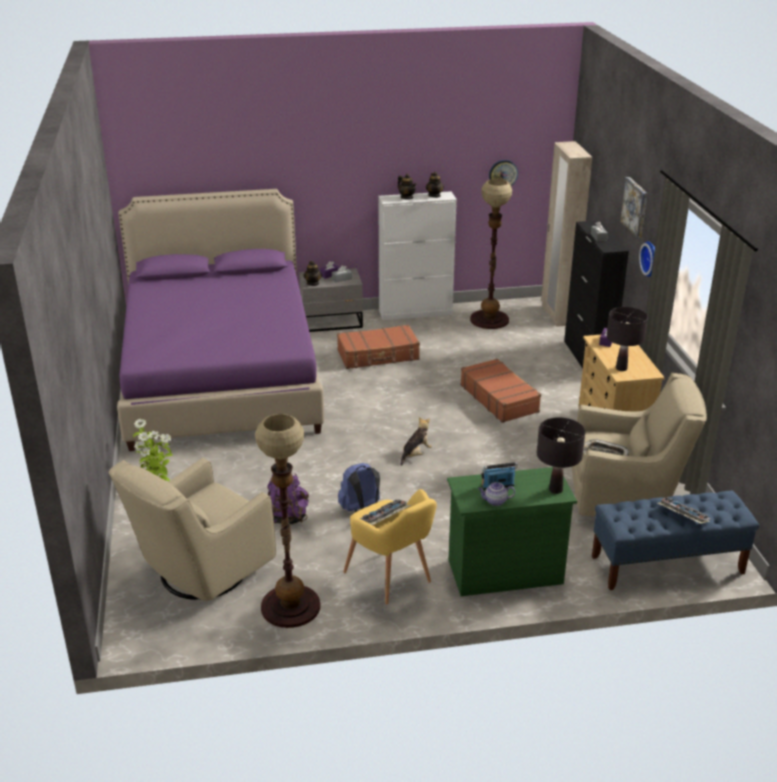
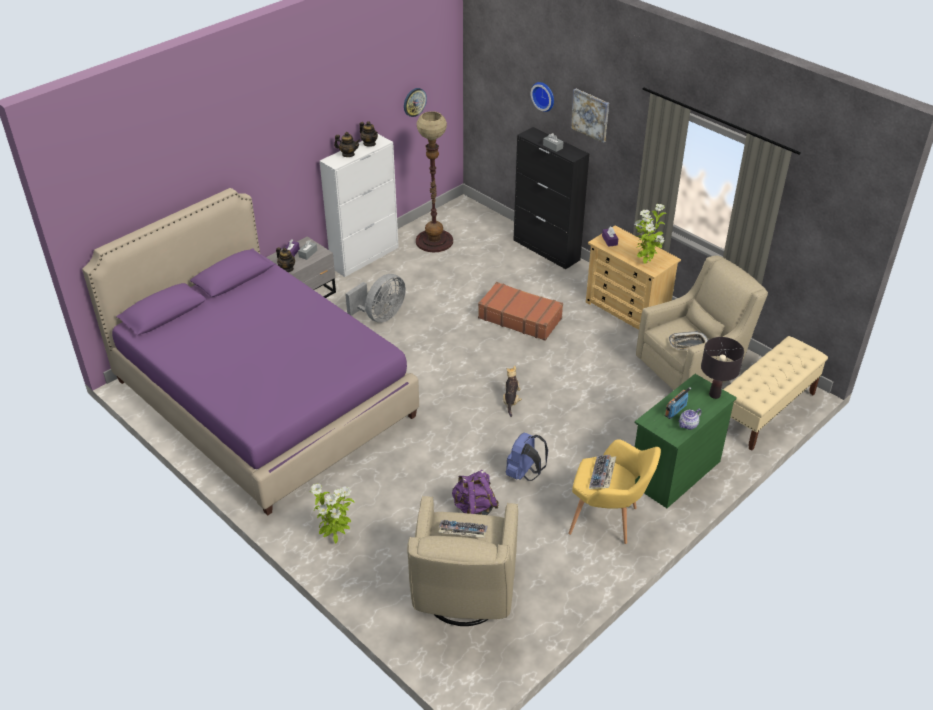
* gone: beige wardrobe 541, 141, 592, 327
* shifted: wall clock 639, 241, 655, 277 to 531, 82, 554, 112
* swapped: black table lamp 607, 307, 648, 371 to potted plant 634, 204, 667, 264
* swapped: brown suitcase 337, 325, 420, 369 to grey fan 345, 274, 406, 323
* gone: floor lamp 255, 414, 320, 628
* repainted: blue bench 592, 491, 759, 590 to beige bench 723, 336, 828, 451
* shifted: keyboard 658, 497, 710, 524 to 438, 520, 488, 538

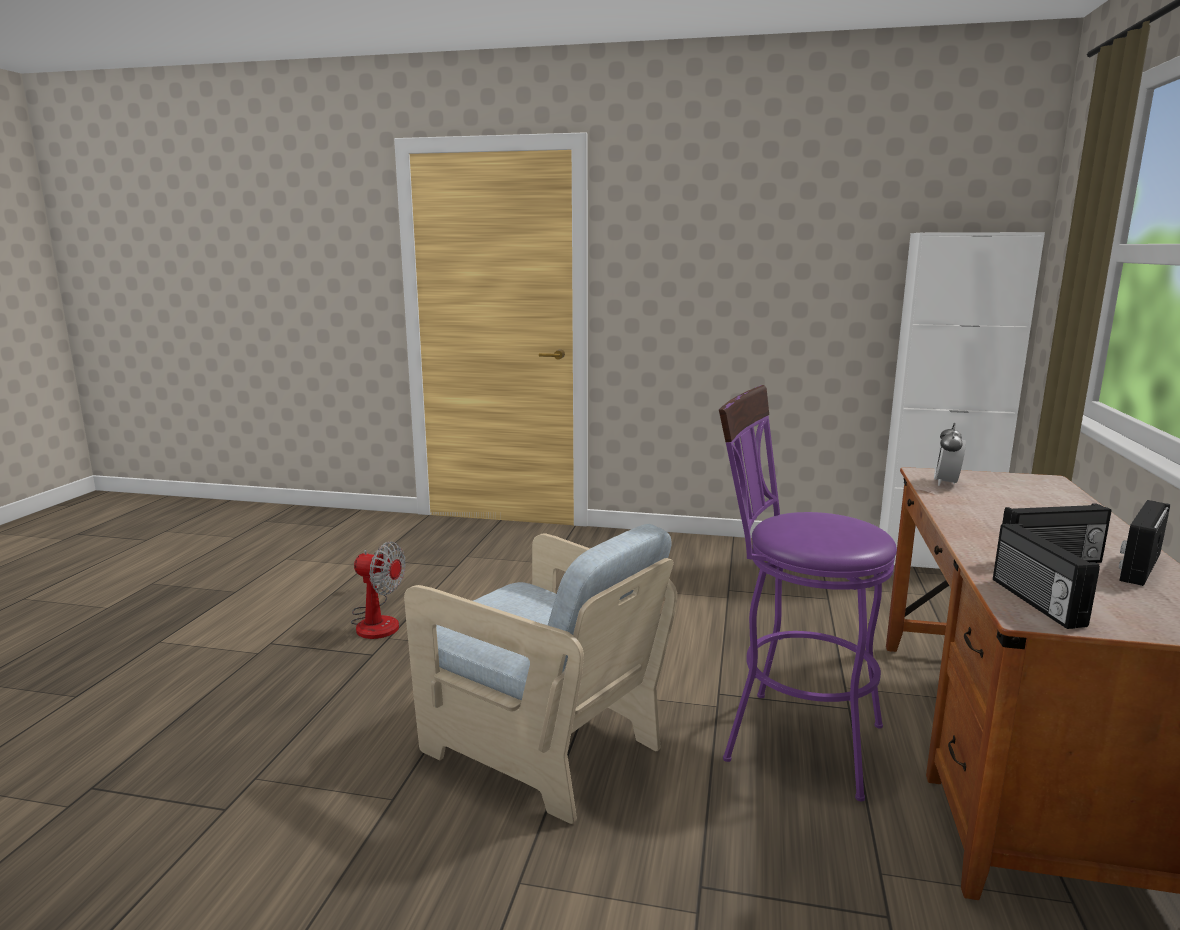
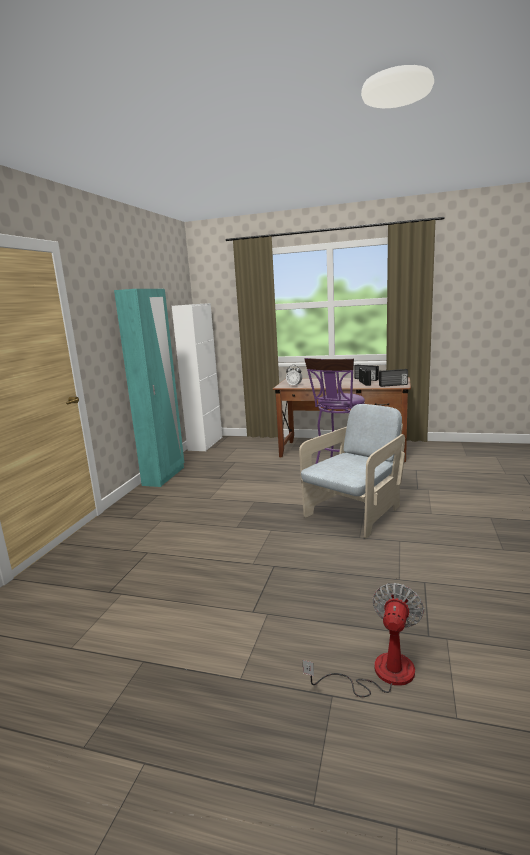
* shifted: fan 351, 542, 406, 639 to 303, 583, 424, 697
* new: turquoise wardrobe 114, 289, 184, 487

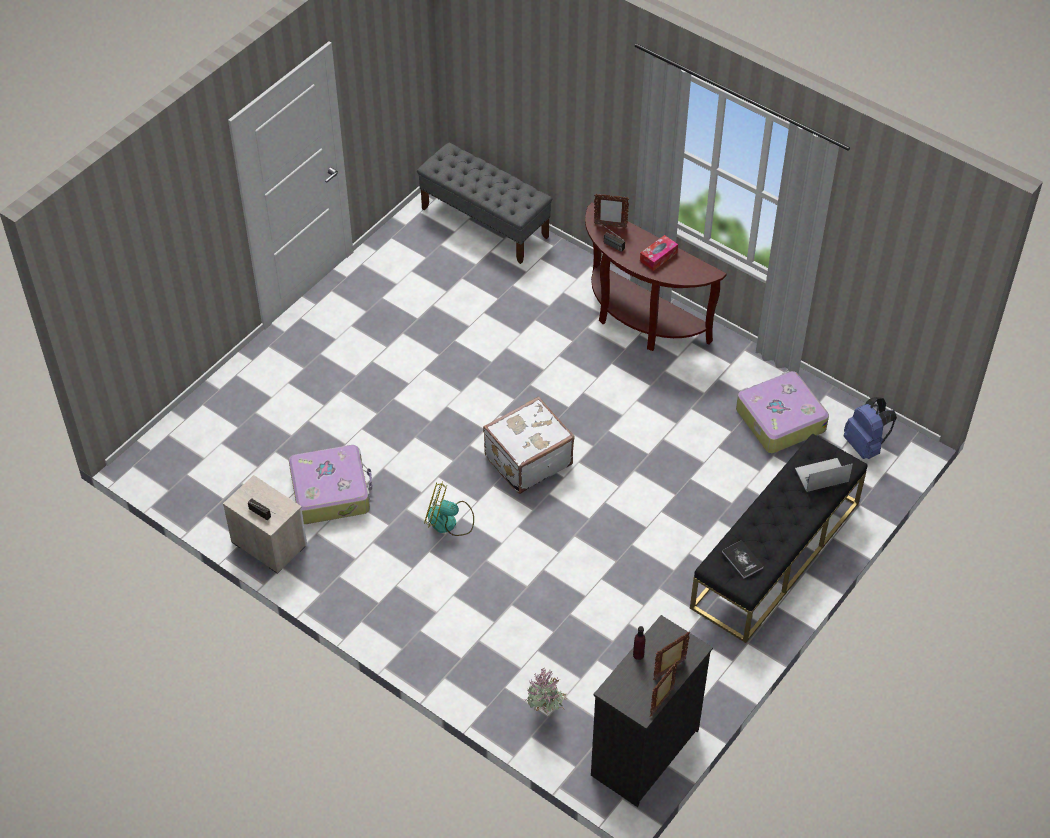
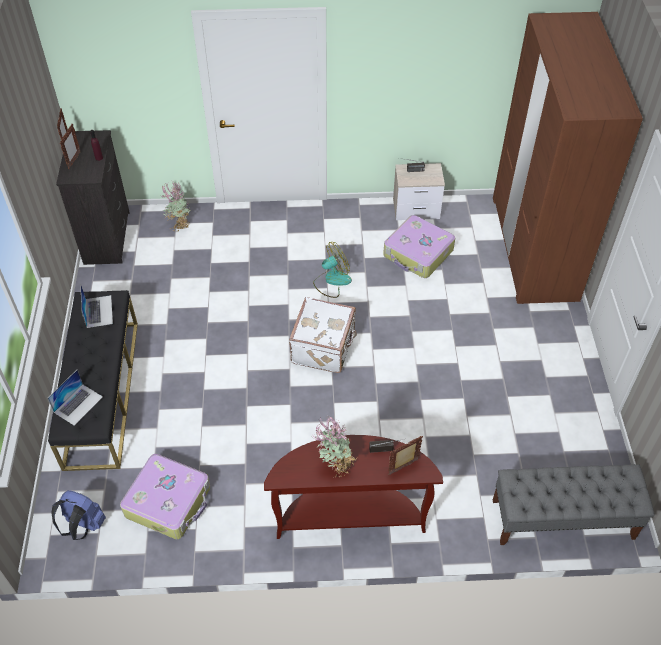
* swapped: tissue box 640, 235, 678, 271 to potted plant 313, 415, 357, 477
* swapped: book 722, 540, 764, 579 to laptop 81, 286, 113, 328
* new: brown wardrobe 493, 12, 643, 304

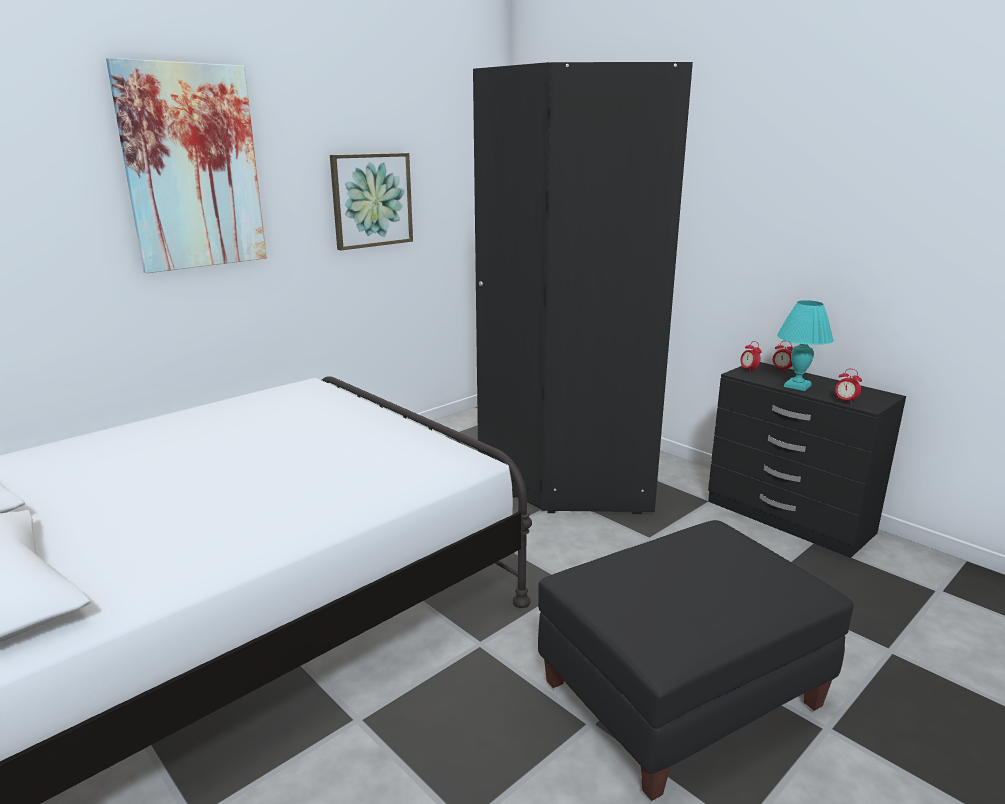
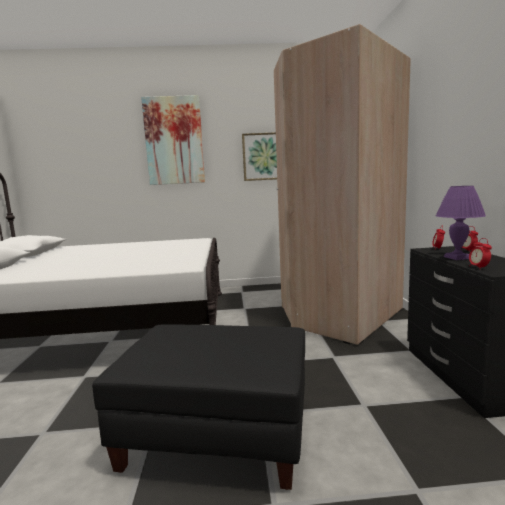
* repainted: black wardrobe 473, 62, 693, 514 to beige wardrobe 274, 24, 411, 345
* repainted: turquoise table lamp 777, 300, 834, 391 to purple table lamp 436, 186, 486, 260

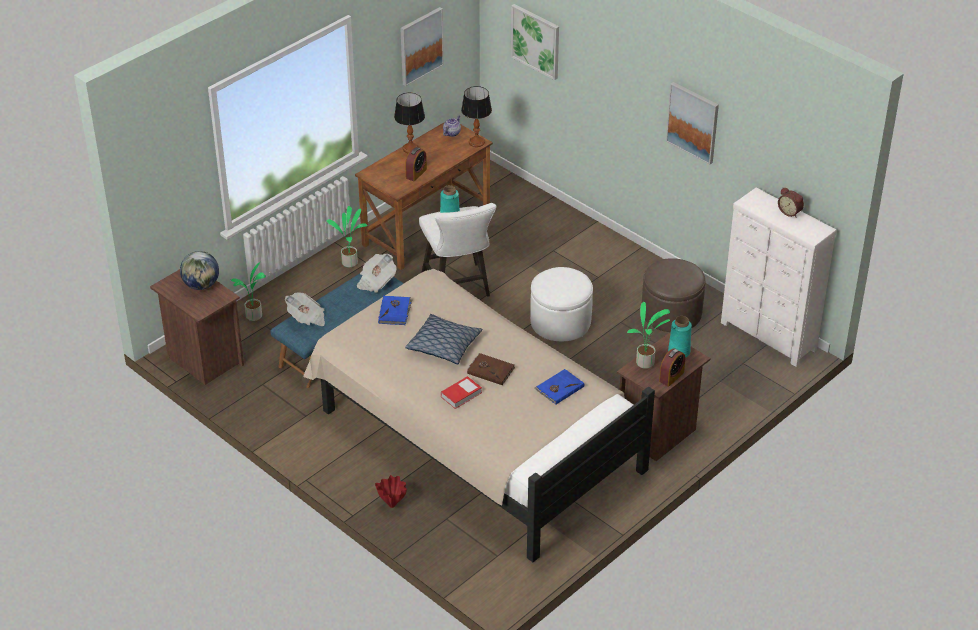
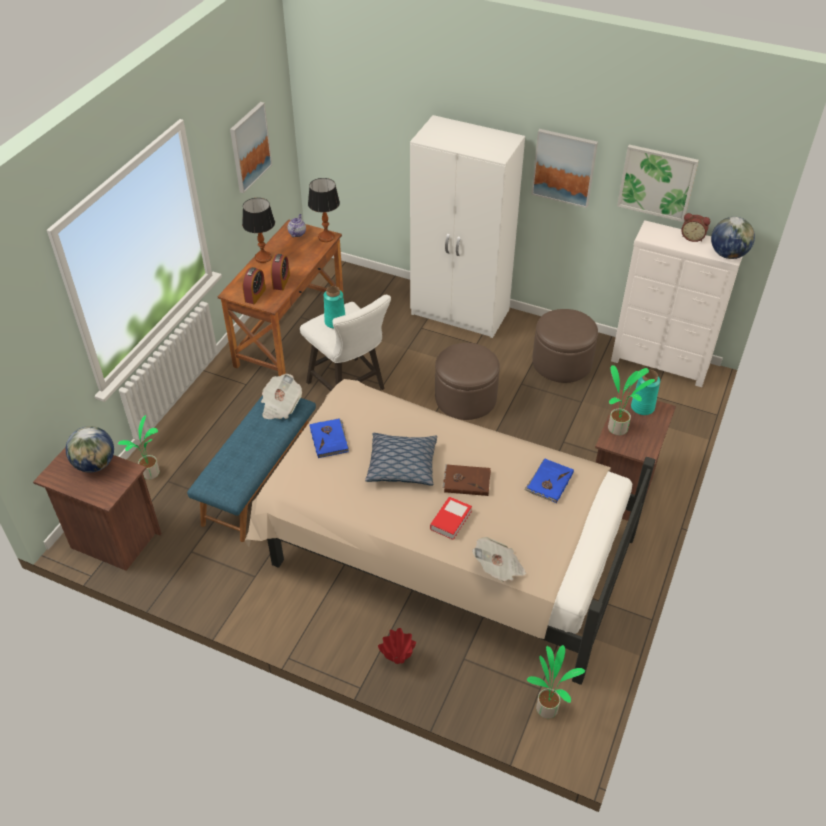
* shifted: picture 511, 4, 559, 80 to 617, 145, 699, 222
* shifted: potted plant 326, 206, 368, 267 to 527, 645, 585, 718
* repainted: white ottoman 530, 267, 593, 341 to brown ottoman 435, 343, 500, 420
* shifted: newspaper 285, 292, 325, 326 to 472, 537, 526, 582
* shifted: alarm clock 659, 348, 685, 387 to 242, 267, 266, 304
* new: white wardrobe 410, 115, 525, 338
* new: globe 711, 217, 755, 259

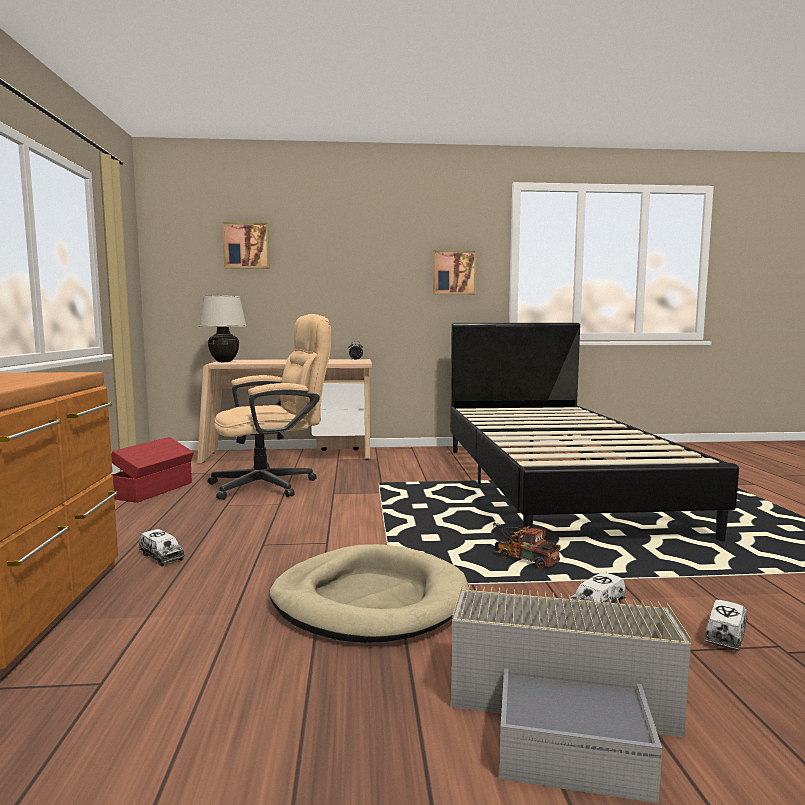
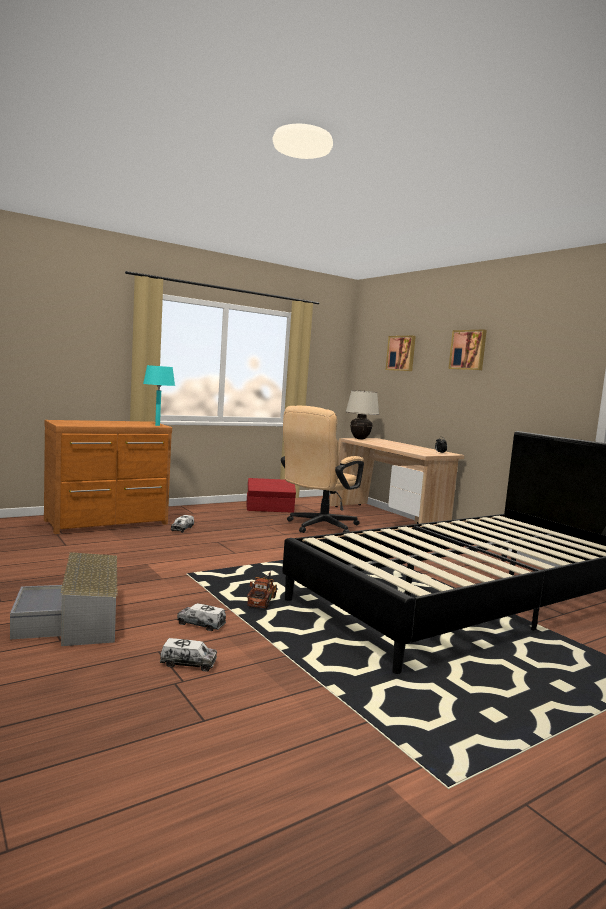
* shifted: picture 433, 250, 477, 295 to 449, 330, 487, 370
* rotated: beige office chair 208, 314, 331, 500 = 281, 406, 364, 533 90 degrees clockwise
* gone: beige dog bed 270, 544, 468, 643
* new: turquoise table lamp 143, 365, 175, 426

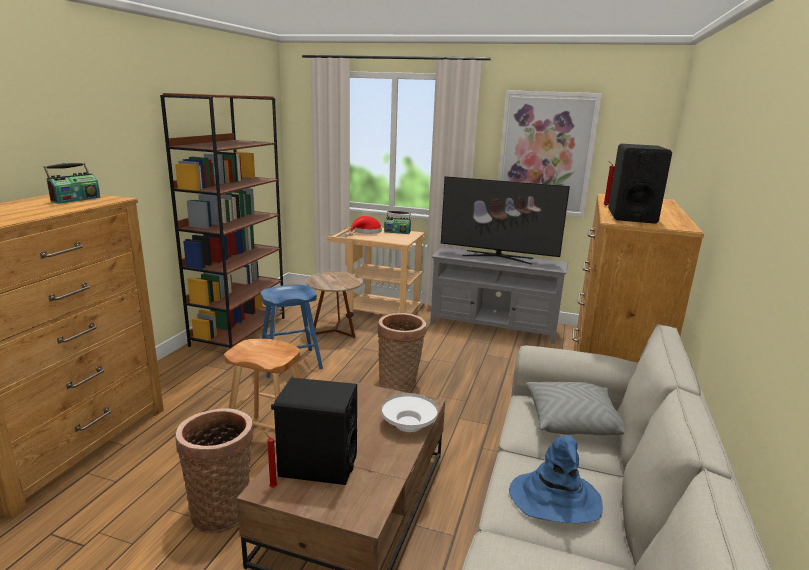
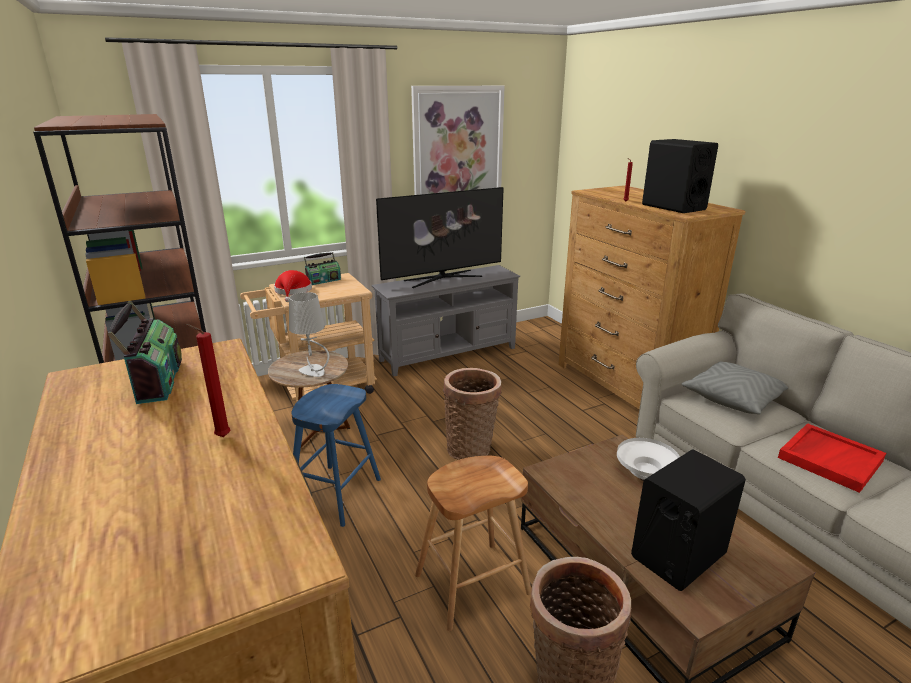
* shifted: red candle 265, 432, 277, 488 to 185, 324, 231, 437
* swapped: blue hat 509, 435, 603, 523 to red tray 778, 423, 886, 493
* new: grey table lamp 289, 292, 329, 377

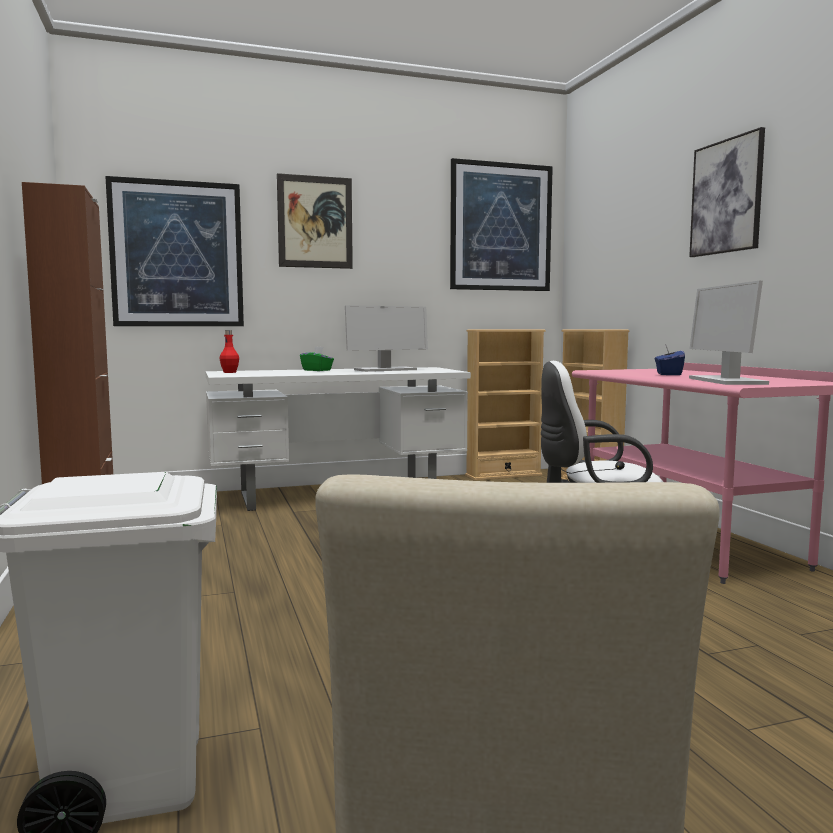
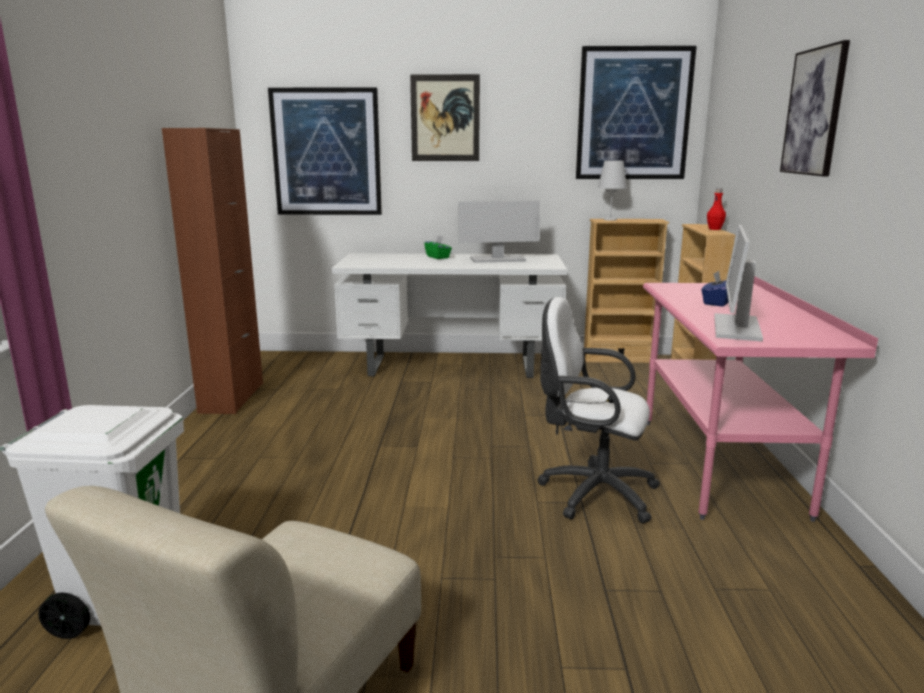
* shifted: red bottle 219, 330, 239, 373 to 707, 188, 726, 230
* new: white table lamp 598, 160, 627, 221

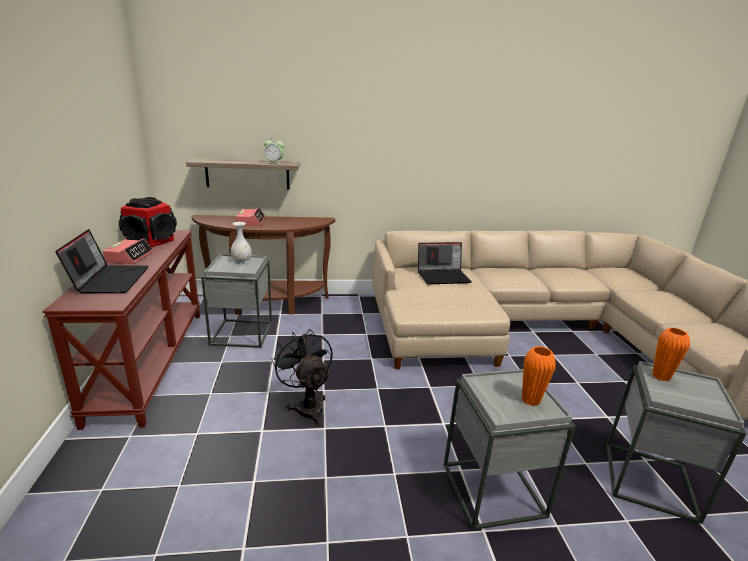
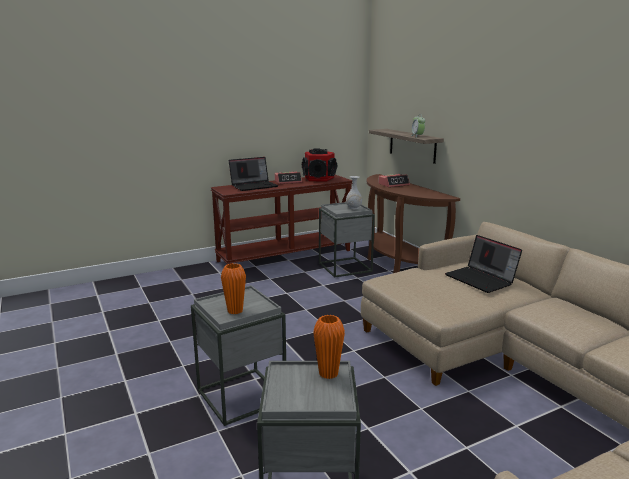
* gone: black fan 272, 329, 333, 426

